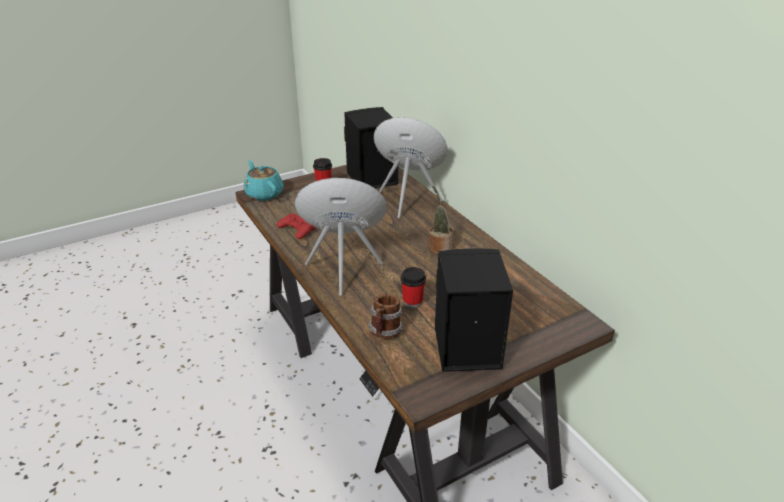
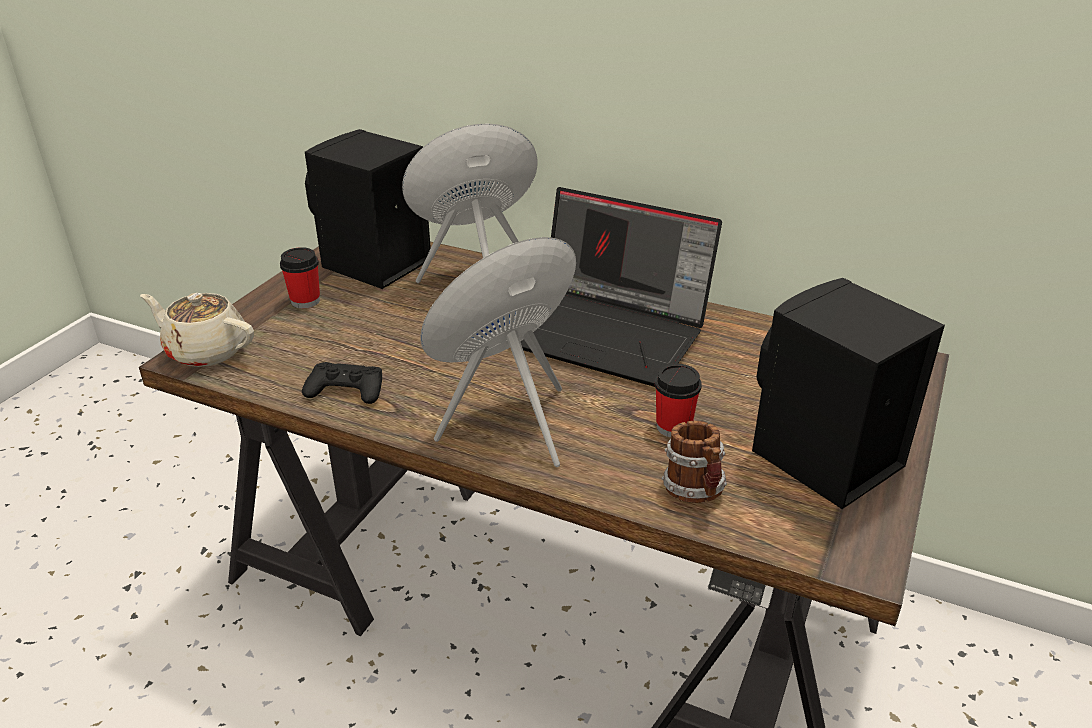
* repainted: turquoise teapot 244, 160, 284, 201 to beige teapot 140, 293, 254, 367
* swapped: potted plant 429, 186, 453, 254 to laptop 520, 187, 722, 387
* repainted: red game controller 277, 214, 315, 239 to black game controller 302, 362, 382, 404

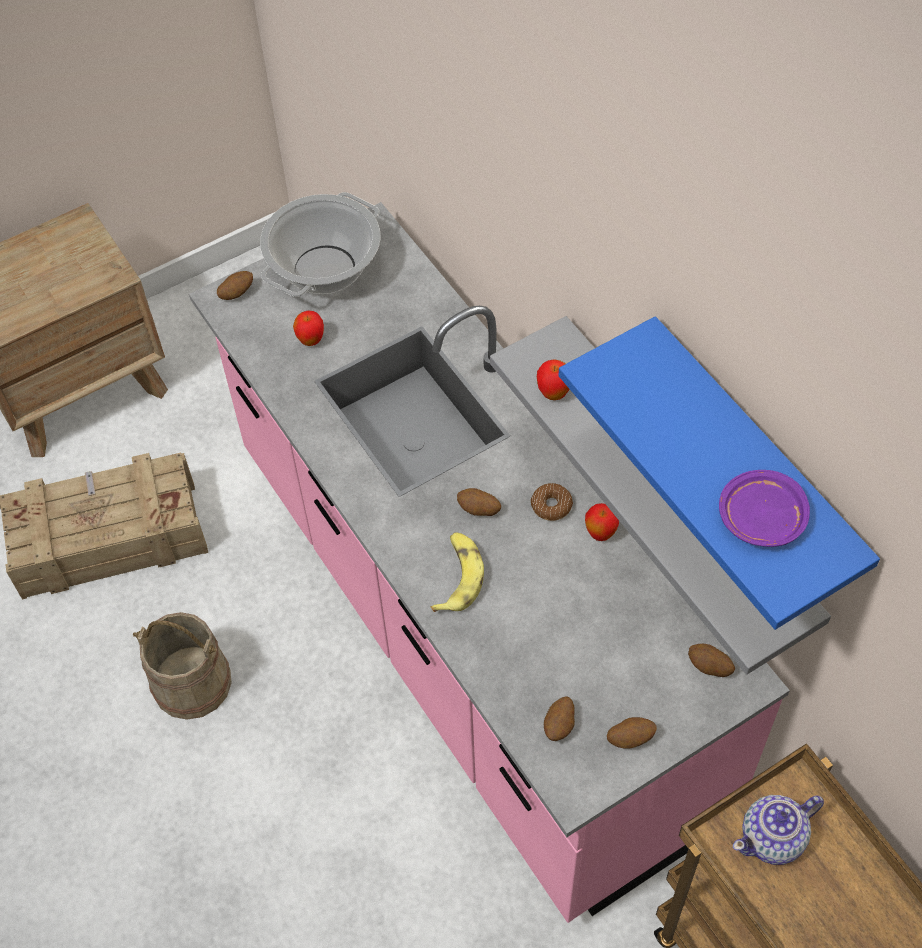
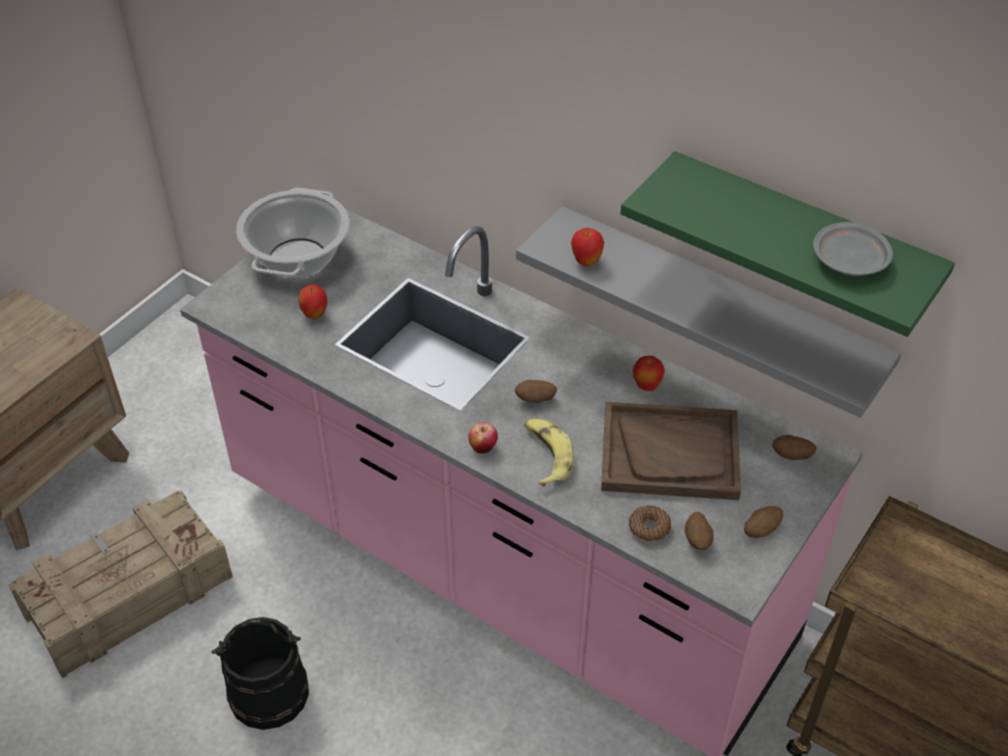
* gone: potato 217, 271, 253, 300
* repainted: blue shelf 559, 316, 880, 630 to green shelf 621, 151, 955, 337
* repainted: purple plate 719, 470, 810, 547 to grey plate 813, 222, 893, 276
* shifted: donut 531, 483, 573, 521 to 629, 505, 671, 542
* repainted: beige bucket 133, 612, 232, 720 to black bucket 212, 617, 309, 730
* gone: teapot 733, 795, 824, 865
* new: brown tray 601, 402, 741, 500
* new: apple 468, 422, 498, 454

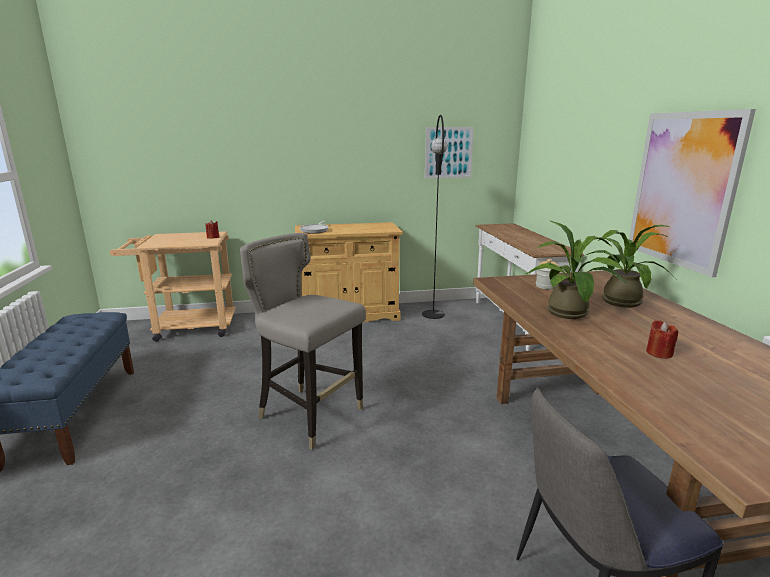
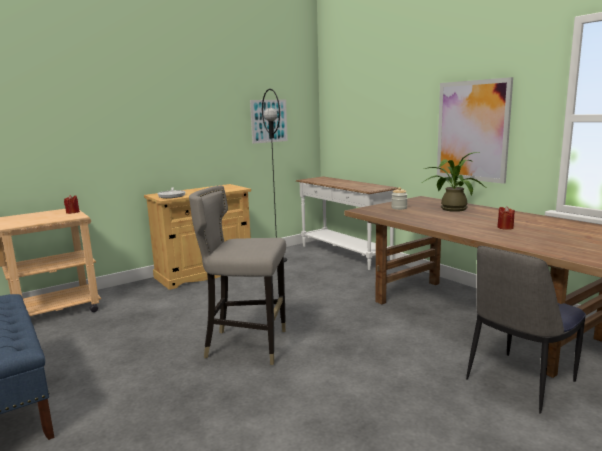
* gone: potted plant 526, 221, 628, 319

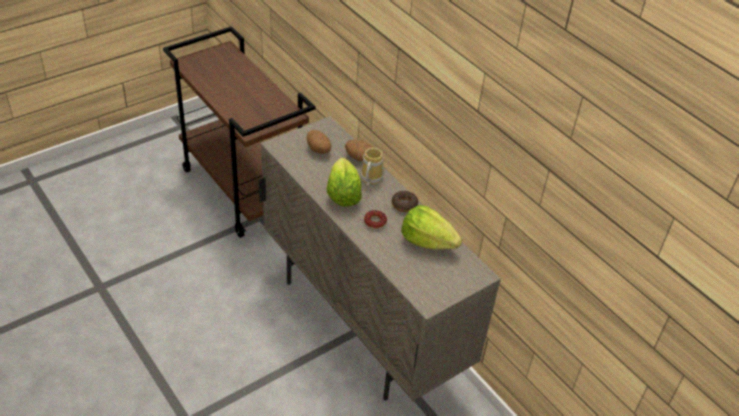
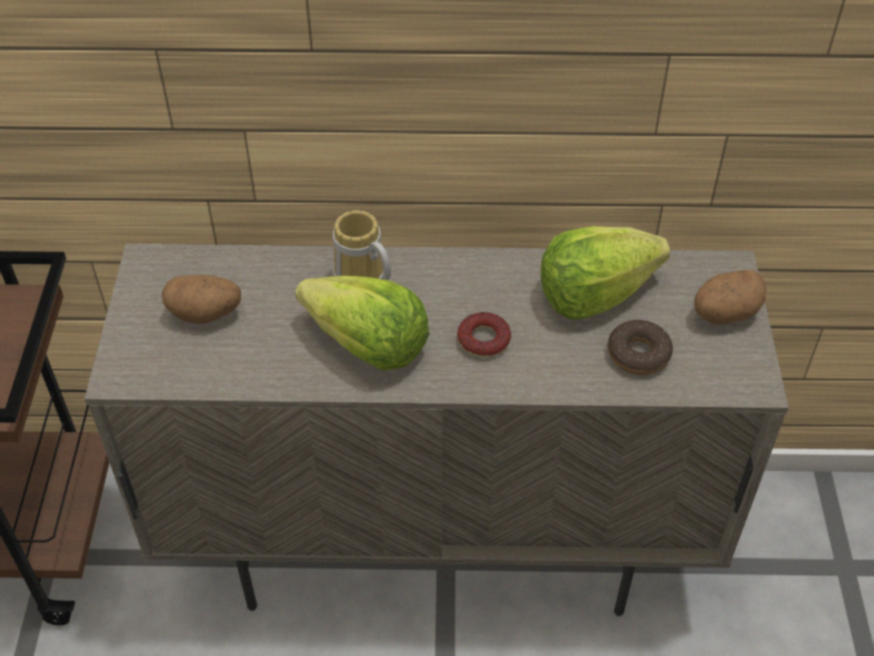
* shifted: potato 345, 140, 374, 162 to 694, 270, 767, 325
* shifted: donut 392, 191, 418, 212 to 608, 320, 673, 375

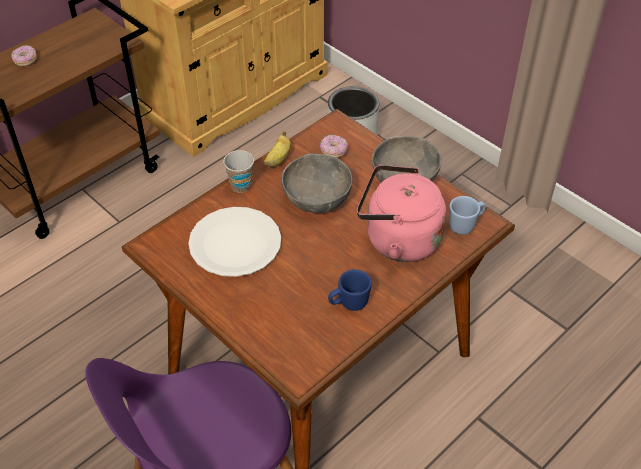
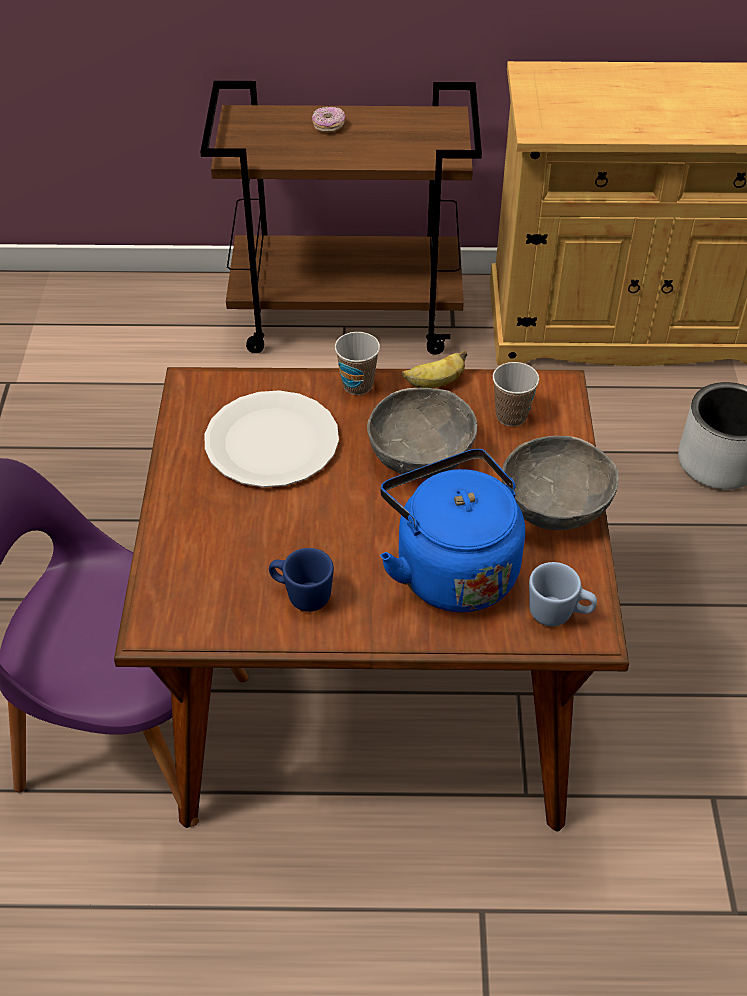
* swapped: donut 320, 134, 348, 158 to cup 493, 362, 539, 426
* repainted: pink kettle 357, 165, 446, 262 to blue kettle 380, 449, 525, 612

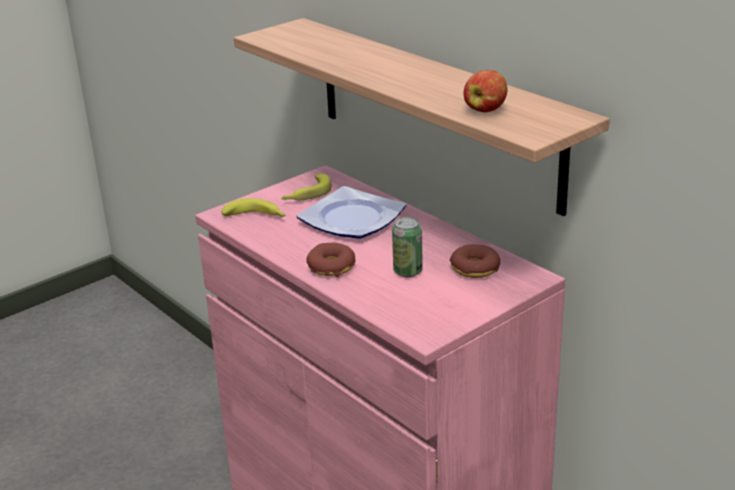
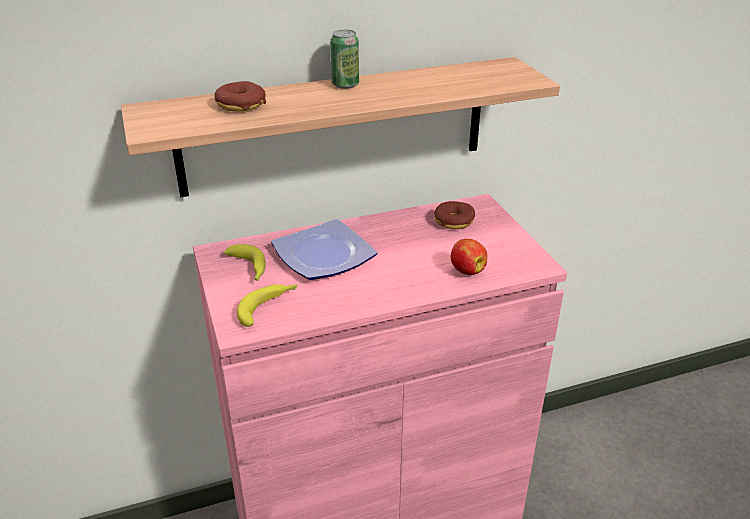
* shifted: apple 463, 70, 507, 112 to 450, 239, 487, 275
* shifted: can 392, 217, 423, 277 to 330, 30, 359, 89
* shifted: donut 306, 243, 356, 277 to 214, 81, 266, 111

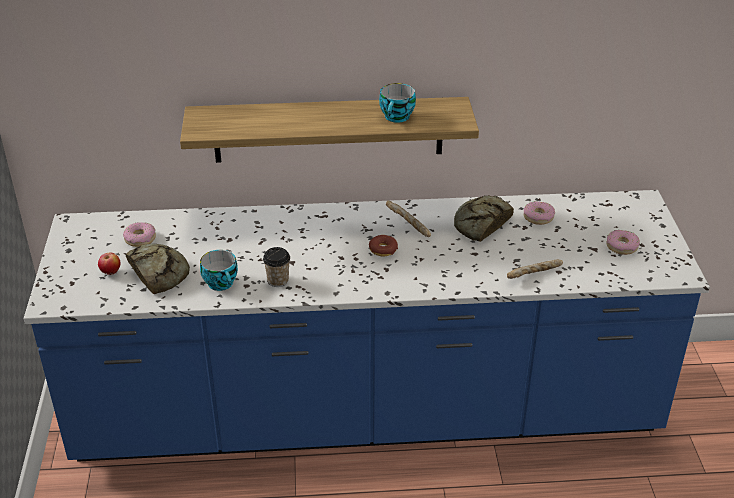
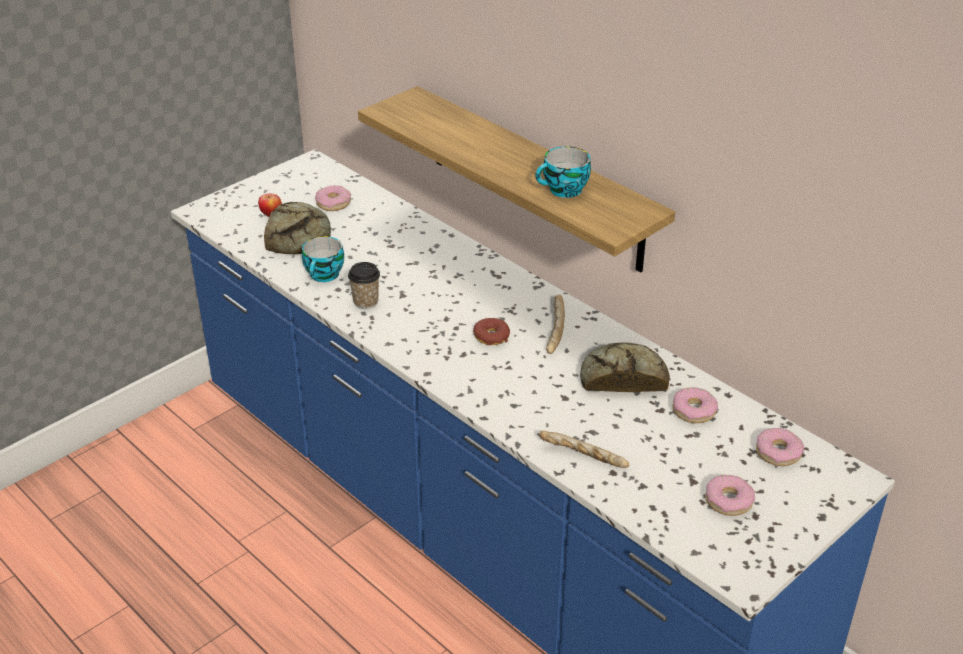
* new: donut 756, 428, 804, 466

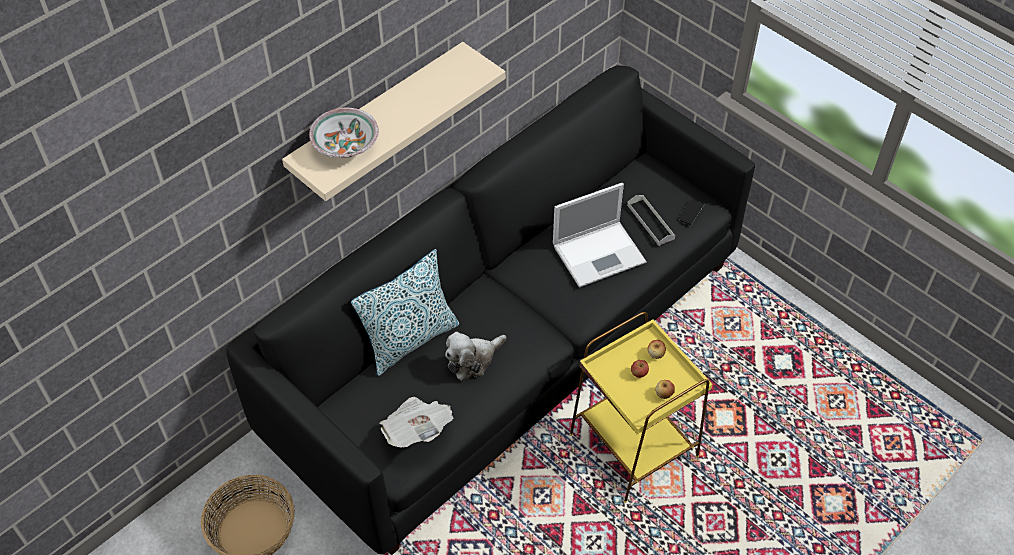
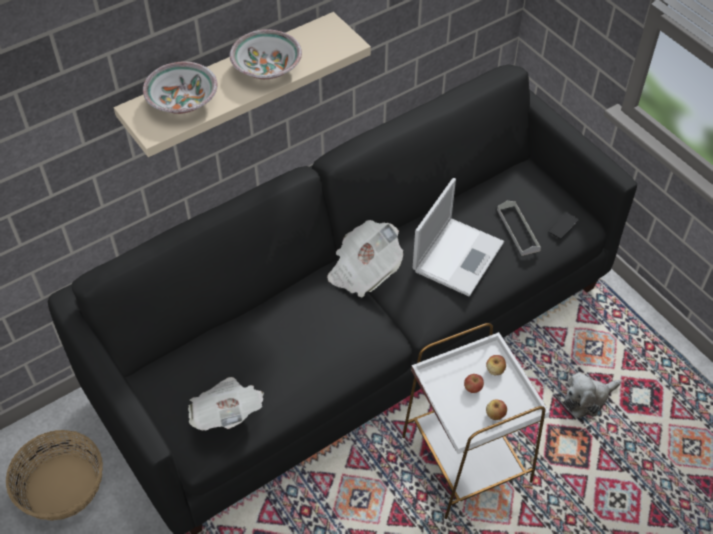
* rotated: laptop 553, 183, 647, 288 = 413, 178, 504, 296 45 degrees counterclockwise
* gone: pillow 351, 249, 459, 376
* repainted: yellow side table 570, 312, 713, 503 to white side table 402, 323, 550, 521
* shifted: plush toy 445, 332, 506, 381 to 564, 372, 621, 418
* new: bowl 230, 29, 302, 79
* new: newspaper 327, 220, 403, 297

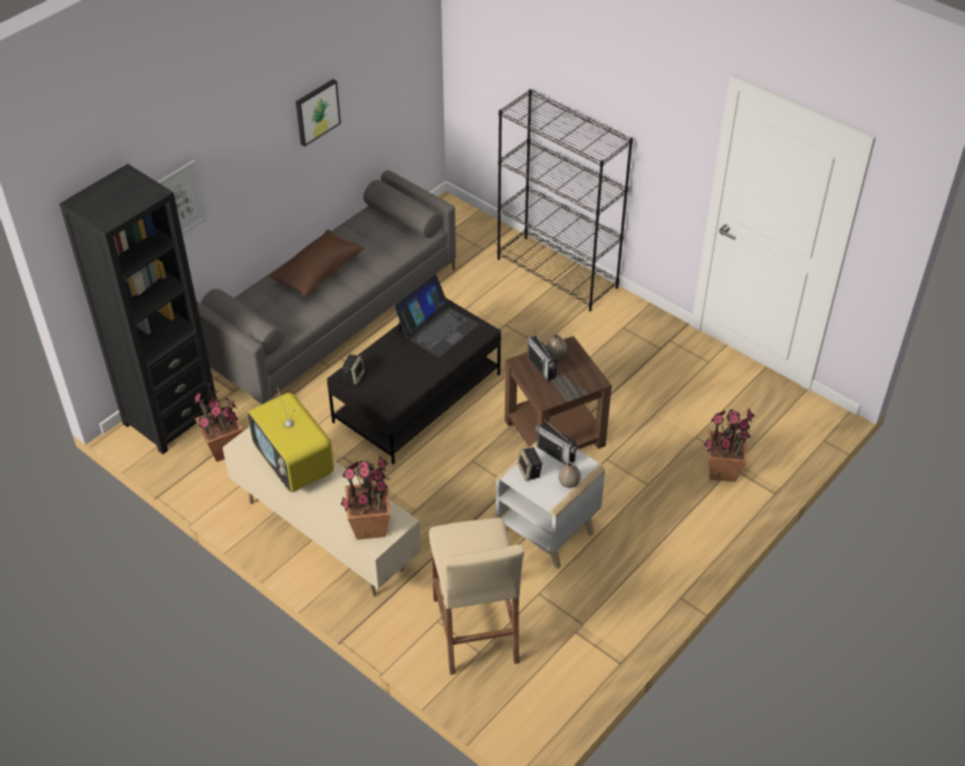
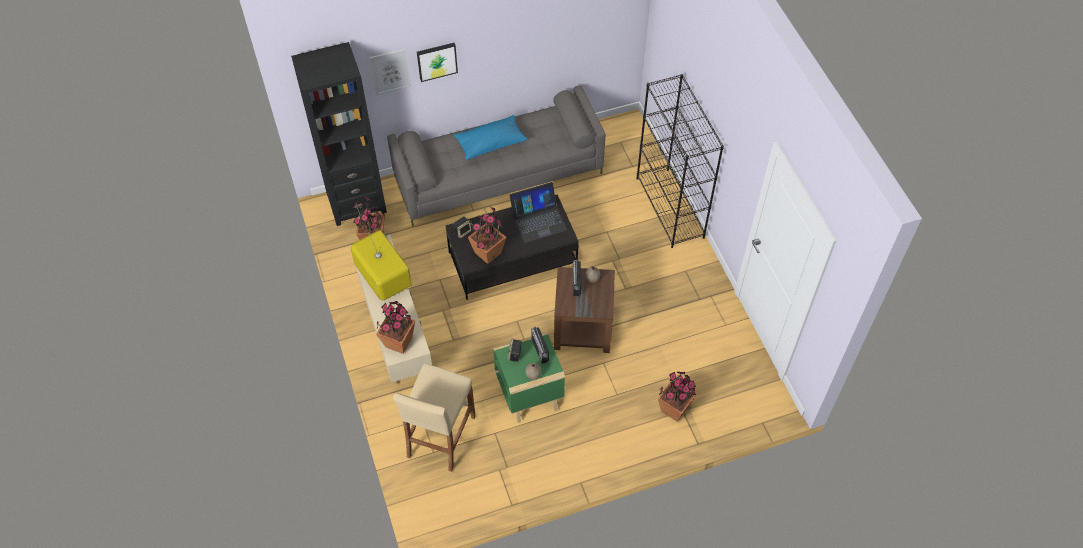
* shifted: picture 296, 79, 341, 147 to 417, 43, 458, 82
* repainted: brown pillow 269, 229, 364, 297 to blue pillow 454, 115, 527, 160
* rotated: television 247, 388, 334, 492 = 351, 230, 412, 300 150 degrees clockwise
* repainted: white side table 496, 441, 605, 569 to green side table 493, 332, 565, 423
* new: potted plant 468, 207, 506, 264

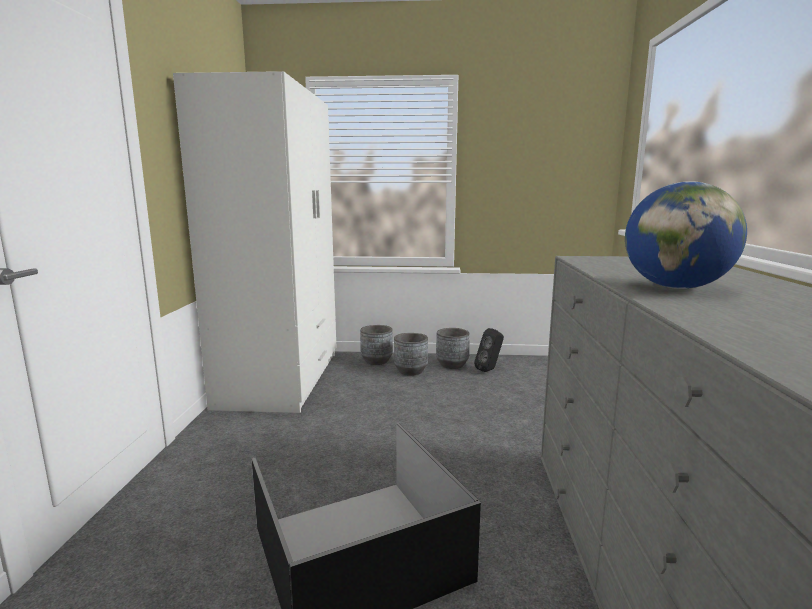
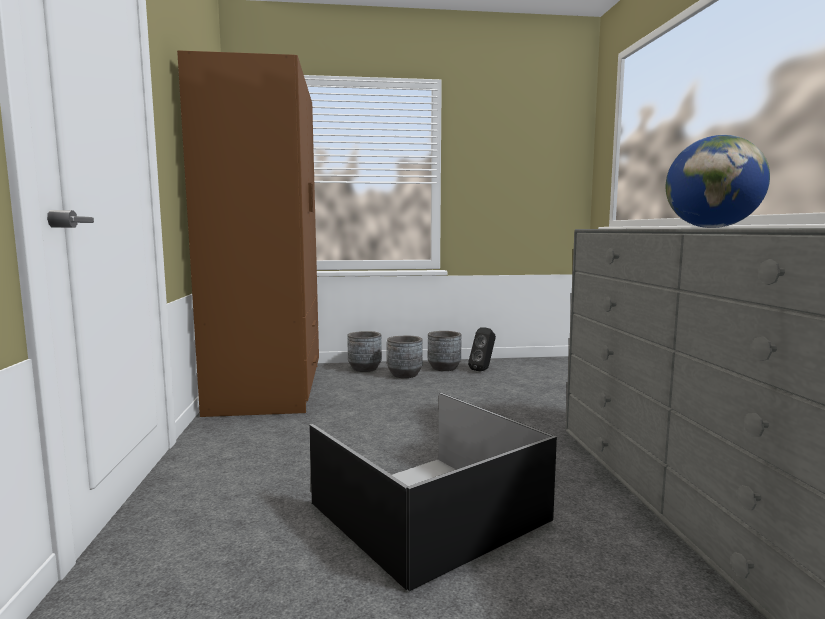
* repainted: white wardrobe 173, 71, 336, 413 to brown wardrobe 177, 50, 319, 417

